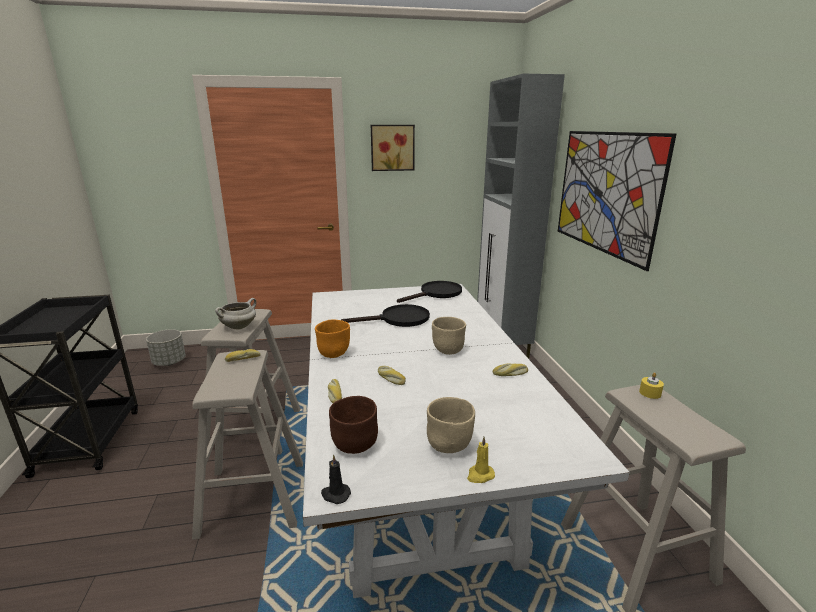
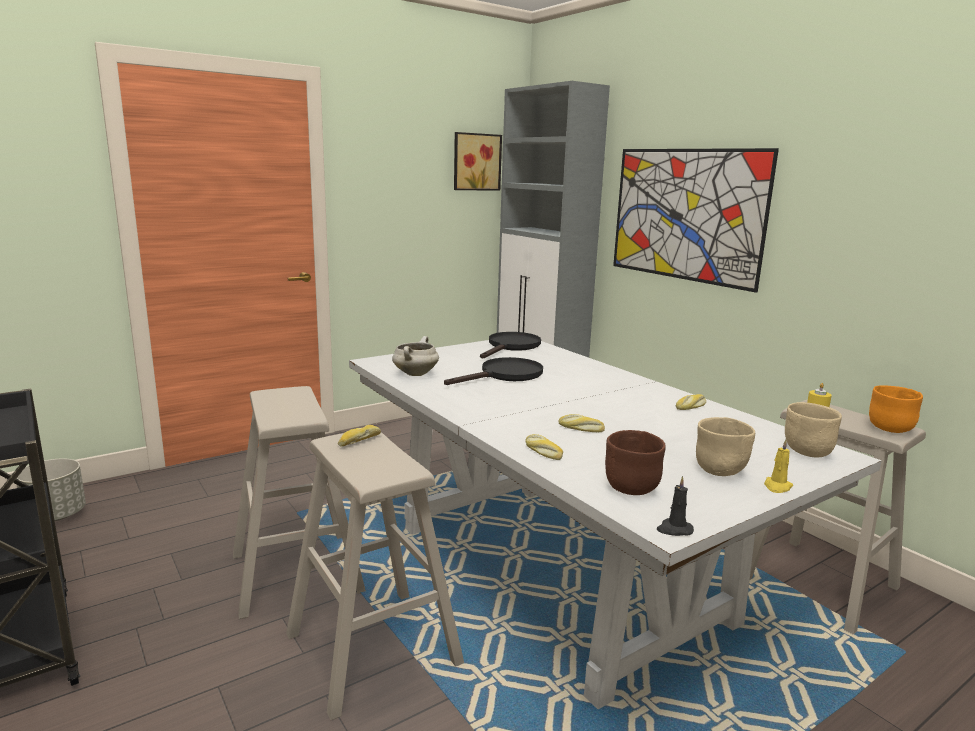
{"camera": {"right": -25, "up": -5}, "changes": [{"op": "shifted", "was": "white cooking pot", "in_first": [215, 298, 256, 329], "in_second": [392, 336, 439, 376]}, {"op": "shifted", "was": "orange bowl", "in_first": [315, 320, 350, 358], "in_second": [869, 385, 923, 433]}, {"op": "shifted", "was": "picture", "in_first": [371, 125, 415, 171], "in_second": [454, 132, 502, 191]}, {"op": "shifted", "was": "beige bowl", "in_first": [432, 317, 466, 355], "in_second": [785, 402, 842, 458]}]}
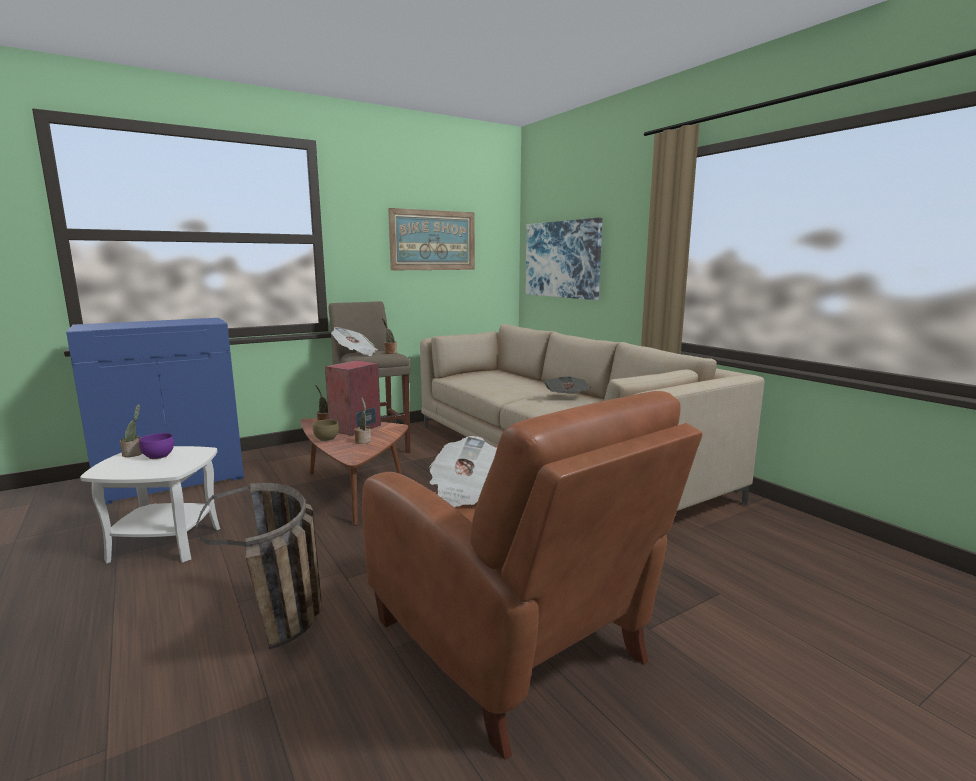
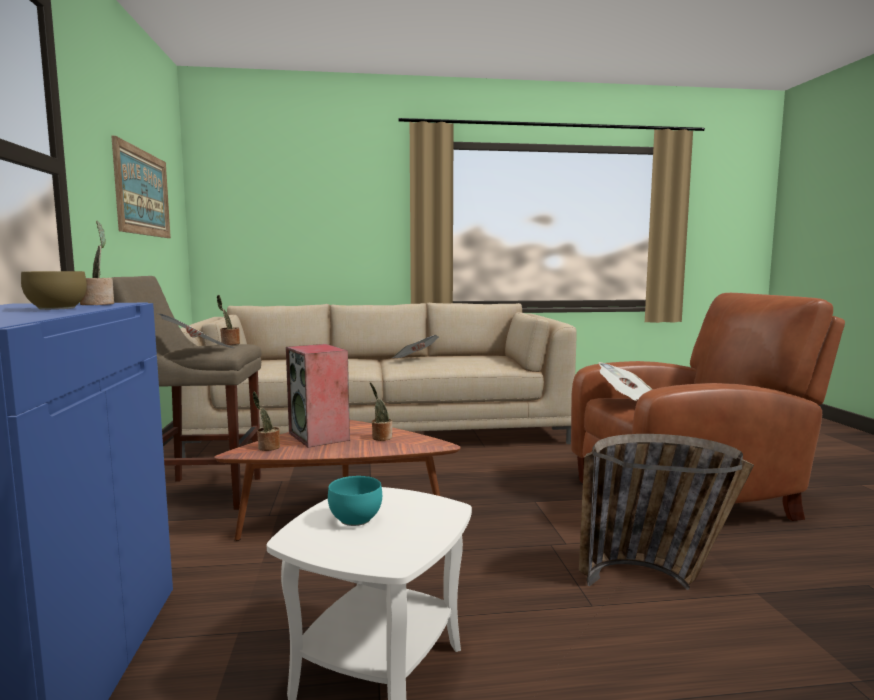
{"camera": {"right": -65, "up": -5}, "changes": [{"op": "shifted", "was": "potted plant", "in_first": [120, 404, 143, 457], "in_second": [80, 221, 114, 305]}, {"op": "repainted", "was": "purple bowl", "now": "turquoise bowl", "in_first": [139, 433, 174, 459], "in_second": [328, 476, 382, 526]}, {"op": "shifted", "was": "brown bowl", "in_first": [313, 419, 339, 441], "in_second": [21, 271, 87, 310]}, {"op": "gone", "was": "picture", "in_first": [526, 218, 602, 300]}]}
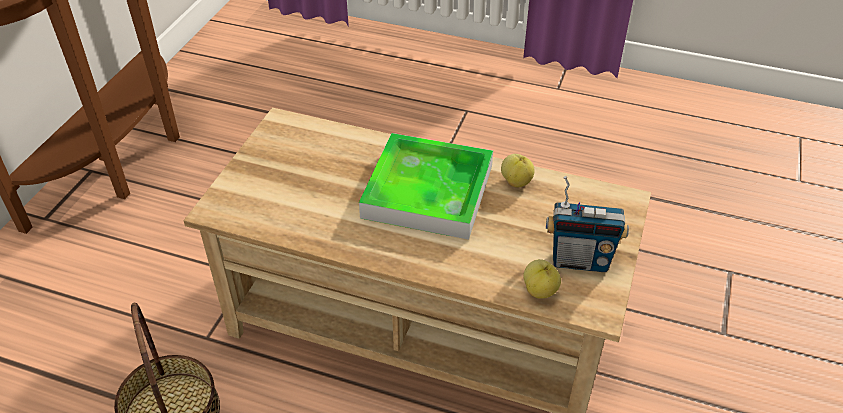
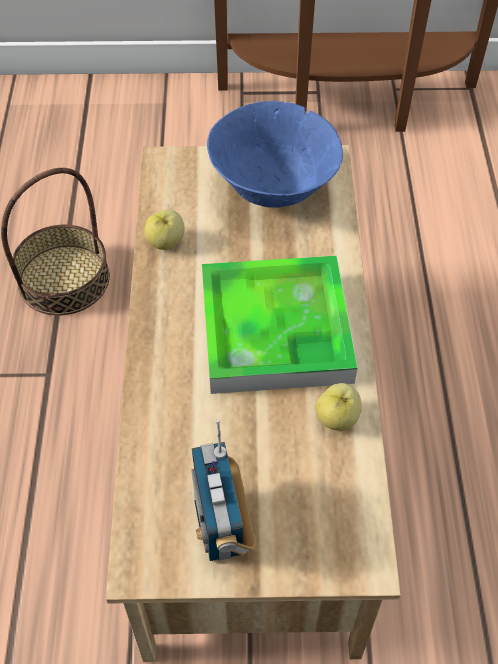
{"camera": {"right": 70, "up": 10}, "changes": [{"op": "shifted", "was": "apple", "in_first": [523, 259, 561, 299], "in_second": [145, 210, 185, 250]}, {"op": "new", "now": "blue bowl", "in_second": [207, 101, 343, 208]}]}
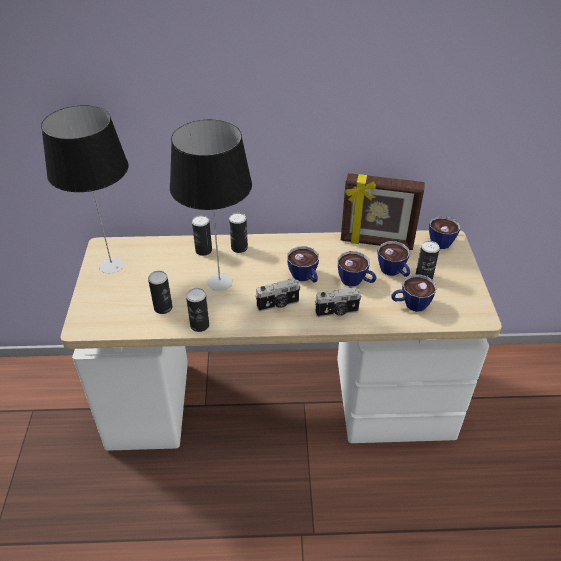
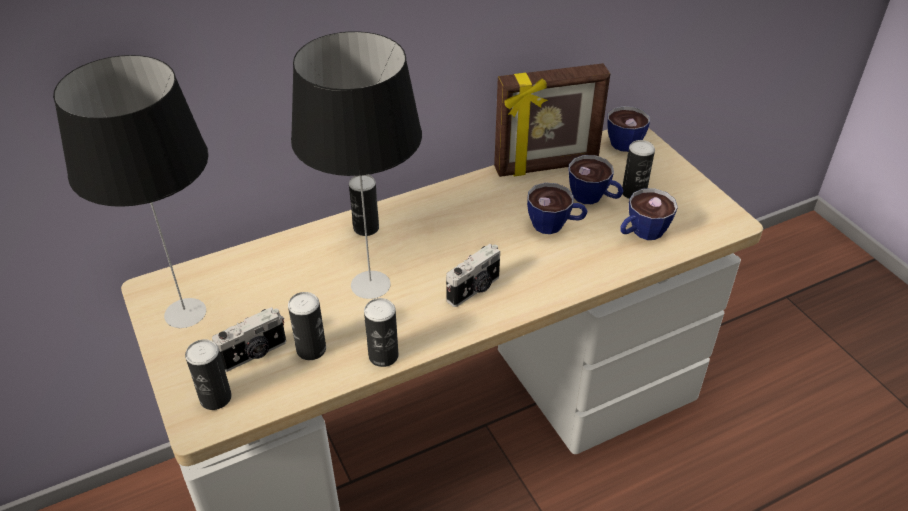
{"camera": {"right": -25, "up": 0}, "changes": [{"op": "shifted", "was": "can", "in_first": [192, 215, 212, 256], "in_second": [185, 339, 232, 410]}, {"op": "gone", "was": "cup", "in_first": [287, 246, 319, 283]}, {"op": "shifted", "was": "photo camera", "in_first": [315, 287, 362, 317], "in_second": [212, 307, 286, 372]}]}
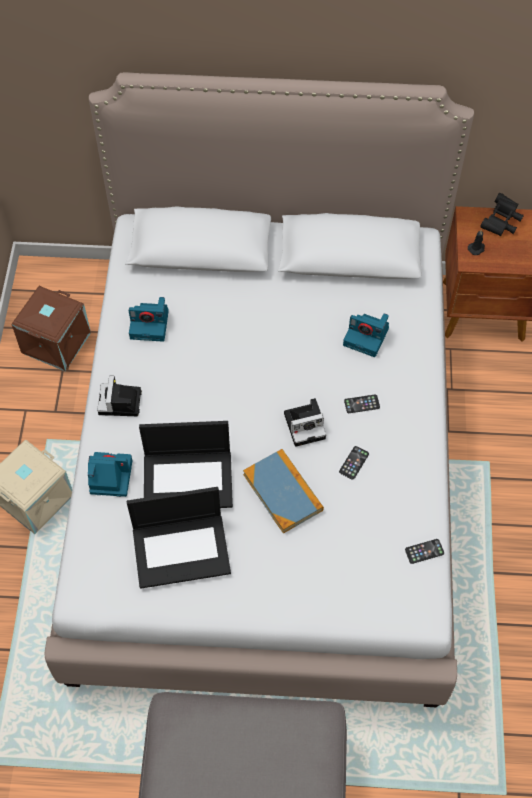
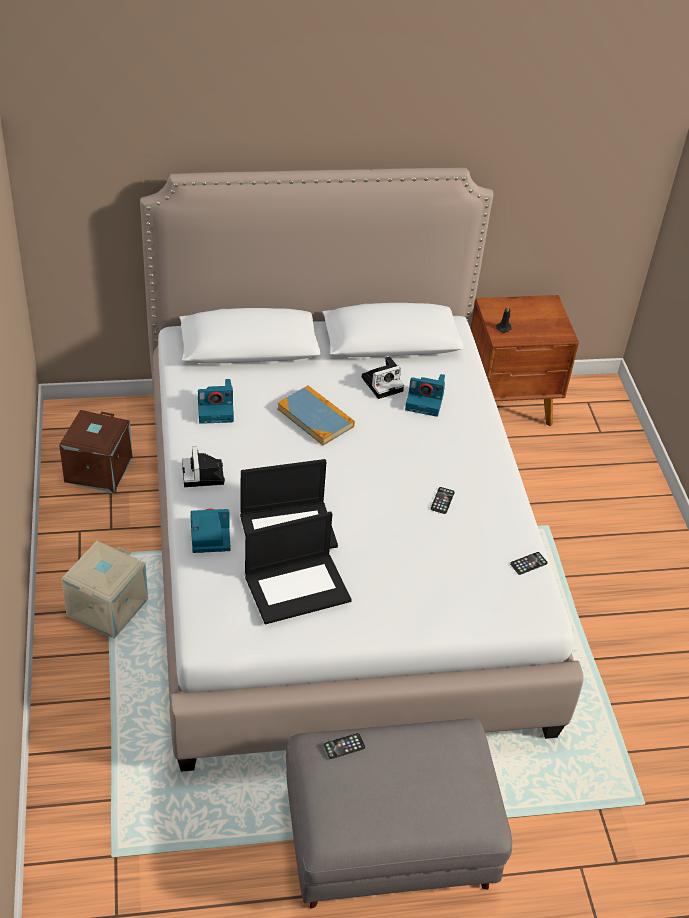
{"camera": {"right": -15, "up": -15}, "changes": [{"op": "shifted", "was": "book", "in_first": [243, 449, 324, 534], "in_second": [277, 385, 355, 445]}, {"op": "shifted", "was": "photo camera", "in_first": [284, 398, 326, 447], "in_second": [362, 356, 404, 399]}, {"op": "shifted", "was": "phone", "in_first": [344, 395, 380, 413], "in_second": [324, 733, 365, 759]}, {"op": "gone", "was": "black binoculars", "in_first": [480, 193, 524, 236]}]}
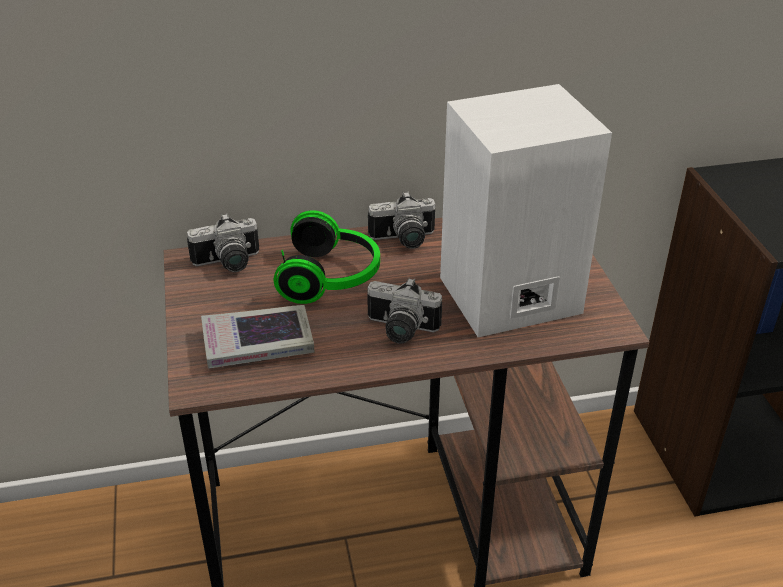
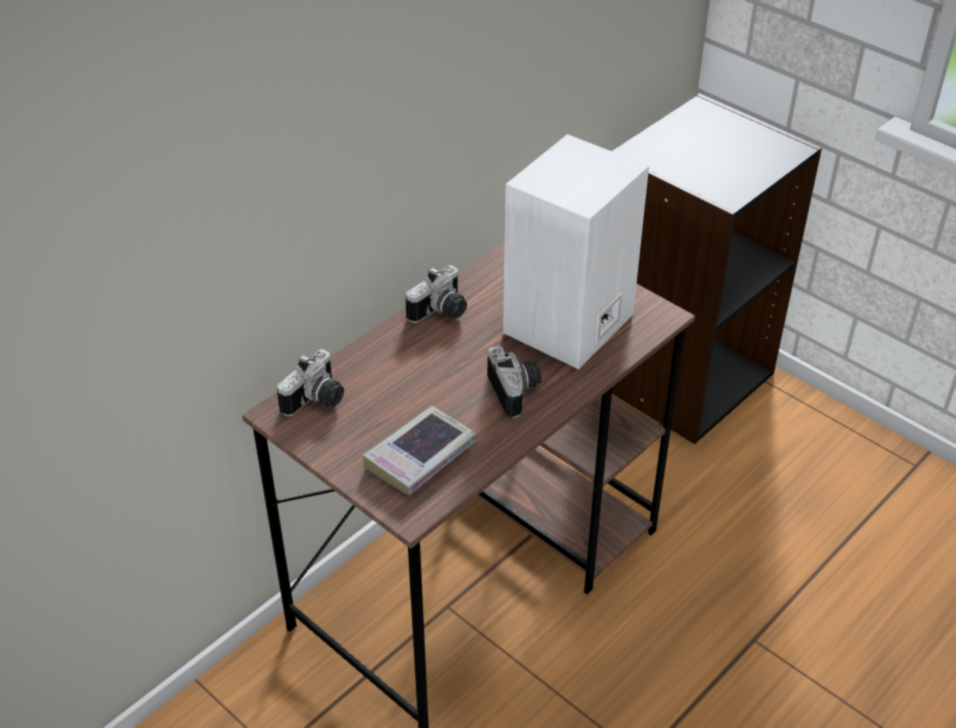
{"camera": {"right": -35, "up": 5}, "changes": [{"op": "gone", "was": "headphones", "in_first": [274, 210, 380, 304]}, {"op": "rotated", "was": "photo camera", "in_first": [367, 278, 442, 344], "in_second": [487, 346, 542, 418], "clockwise": -90}]}
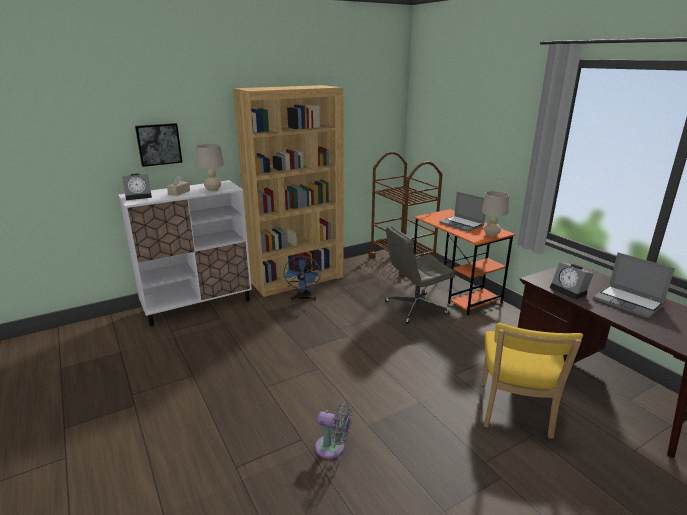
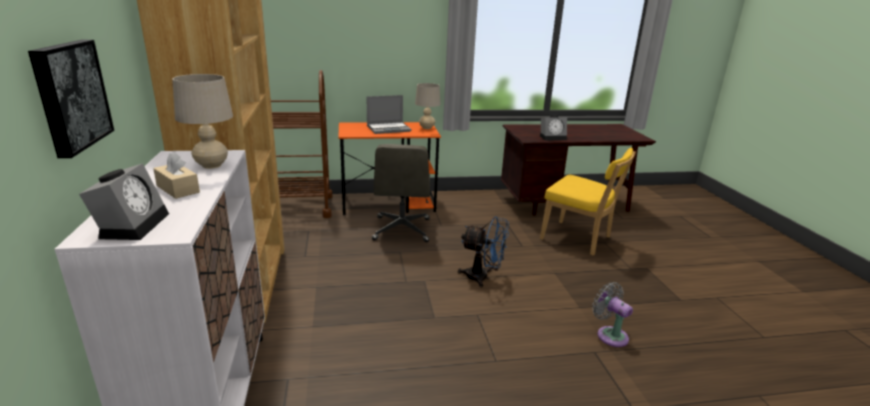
{"camera": {"right": -70, "up": 0}, "changes": [{"op": "shifted", "was": "blue fan", "in_first": [283, 255, 321, 301], "in_second": [458, 216, 509, 287]}, {"op": "rotated", "was": "grey fan", "in_first": [315, 402, 352, 459], "in_second": [592, 282, 633, 347], "clockwise": -75}, {"op": "gone", "was": "laptop", "in_first": [593, 252, 675, 318]}]}
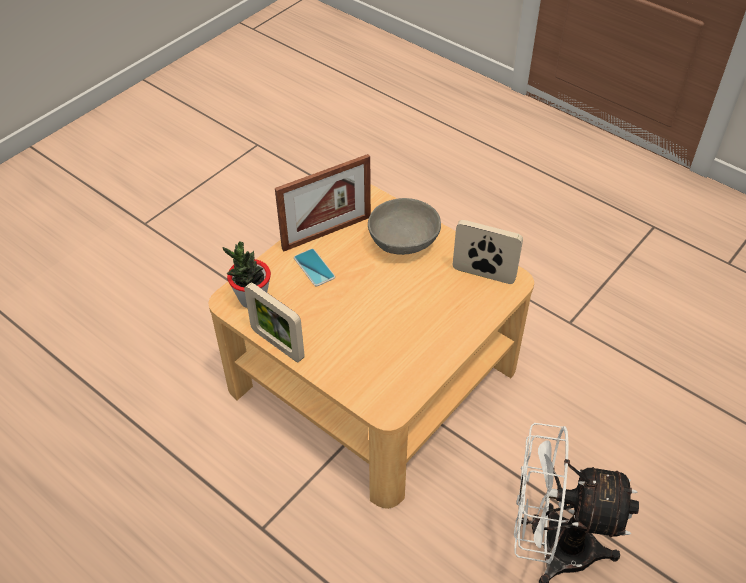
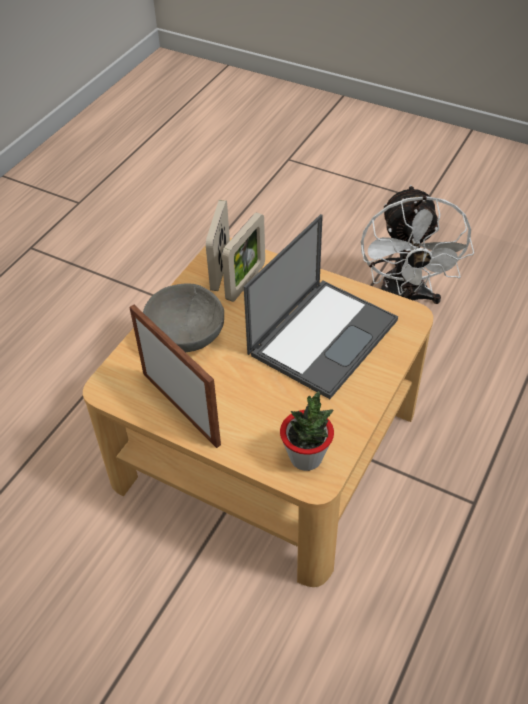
{"camera": {"right": -100, "up": 0}, "changes": [{"op": "shifted", "was": "picture frame", "in_first": [244, 283, 305, 362], "in_second": [222, 212, 265, 302]}, {"op": "gone", "was": "phone", "in_first": [294, 249, 335, 286]}, {"op": "new", "now": "laptop", "in_second": [244, 214, 398, 399]}]}
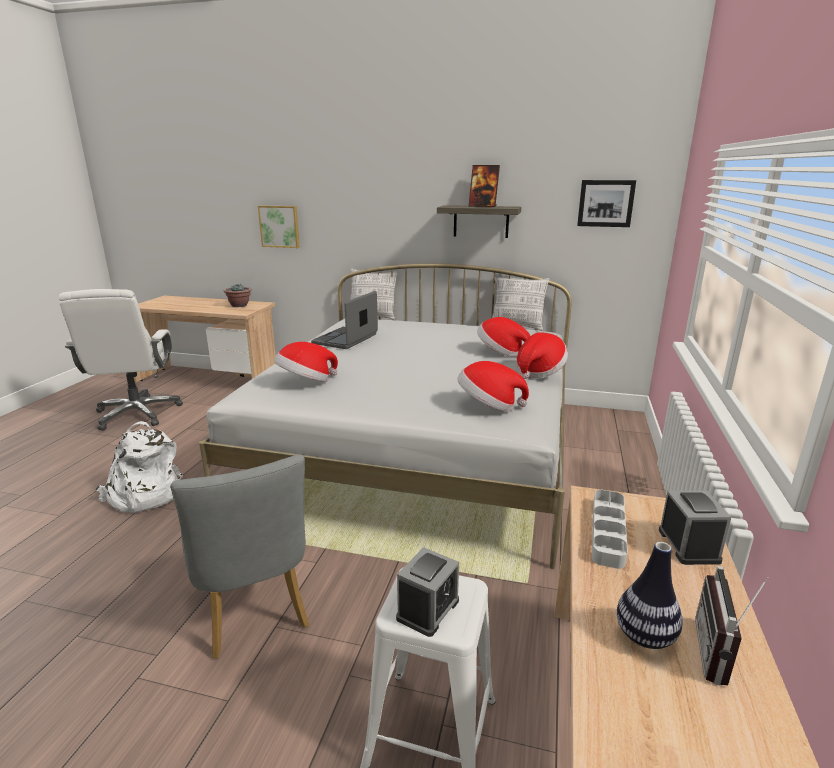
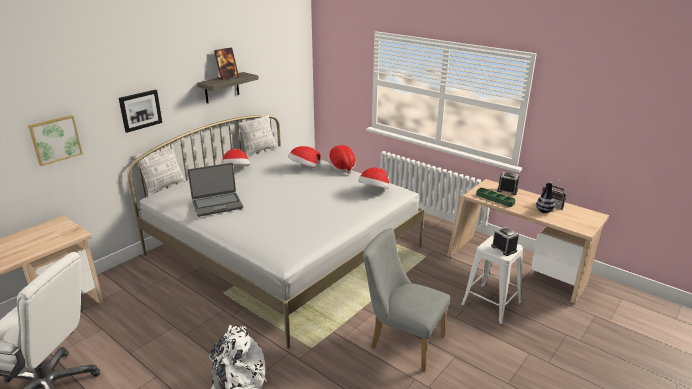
{"camera": {"right": -65, "up": 5}, "changes": [{"op": "rotated", "was": "grey chair", "in_first": [170, 454, 309, 658], "in_second": [363, 228, 450, 371], "clockwise": -150}, {"op": "gone", "was": "potted plant", "in_first": [224, 283, 252, 307]}, {"op": "shifted", "was": "hat", "in_first": [274, 342, 338, 382], "in_second": [221, 149, 250, 166]}, {"op": "rotated", "was": "laptop", "in_first": [311, 291, 378, 349], "in_second": [188, 163, 243, 217], "clockwise": -75}, {"op": "shifted", "was": "picture", "in_first": [577, 180, 636, 227], "in_second": [119, 90, 162, 133]}, {"op": "repainted", "was": "grey tray", "now": "green tray", "in_first": [592, 490, 628, 569], "in_second": [476, 188, 515, 207]}]}
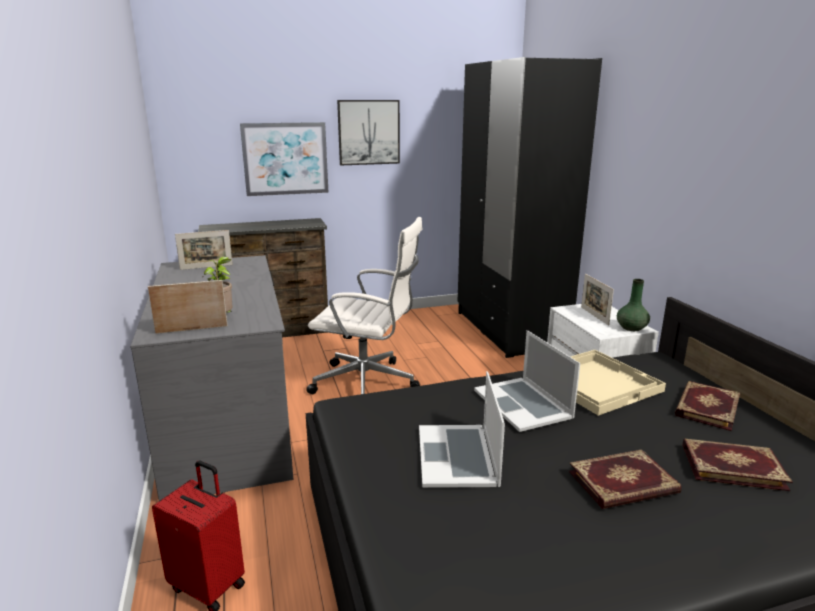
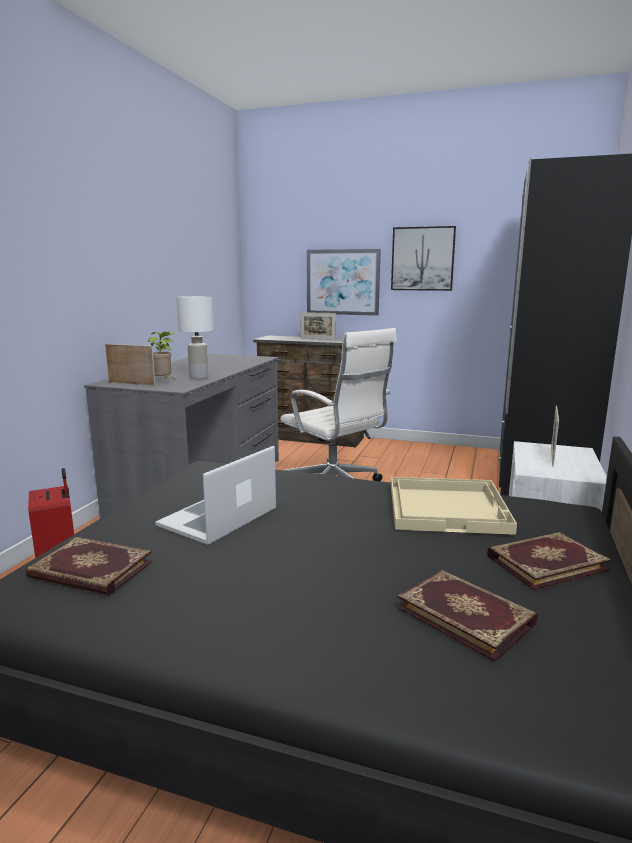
{"camera": {"right": 35, "up": -5}, "changes": [{"op": "shifted", "was": "picture frame", "in_first": [175, 230, 233, 270], "in_second": [300, 312, 336, 340]}, {"op": "gone", "was": "laptop", "in_first": [474, 330, 580, 432]}, {"op": "shifted", "was": "book", "in_first": [569, 450, 682, 509], "in_second": [26, 537, 152, 596]}, {"op": "gone", "was": "green vase", "in_first": [617, 279, 650, 331]}, {"op": "new", "now": "white table lamp", "in_second": [177, 296, 214, 379]}]}
